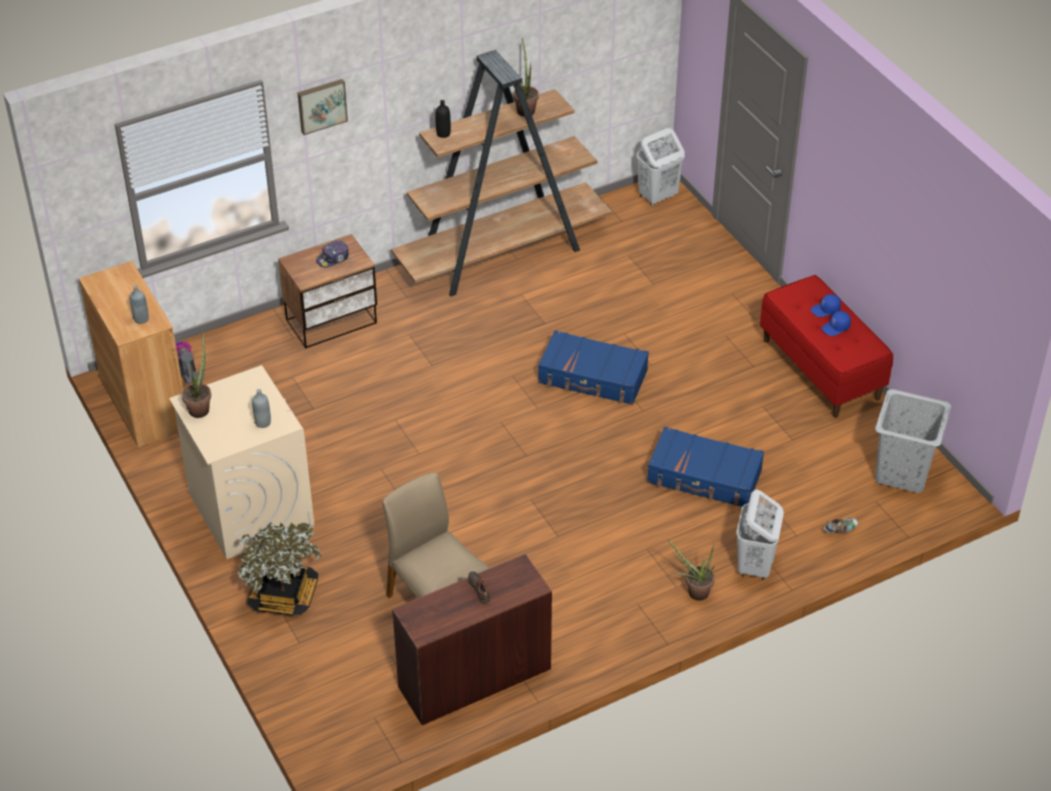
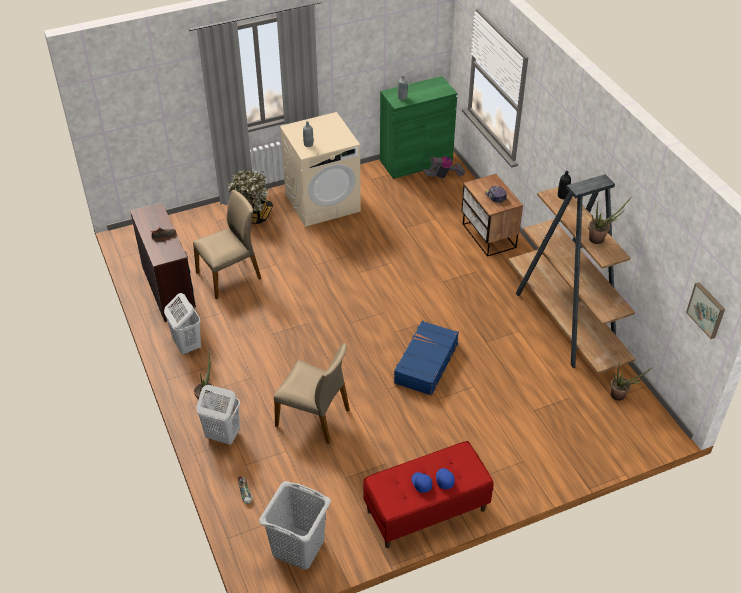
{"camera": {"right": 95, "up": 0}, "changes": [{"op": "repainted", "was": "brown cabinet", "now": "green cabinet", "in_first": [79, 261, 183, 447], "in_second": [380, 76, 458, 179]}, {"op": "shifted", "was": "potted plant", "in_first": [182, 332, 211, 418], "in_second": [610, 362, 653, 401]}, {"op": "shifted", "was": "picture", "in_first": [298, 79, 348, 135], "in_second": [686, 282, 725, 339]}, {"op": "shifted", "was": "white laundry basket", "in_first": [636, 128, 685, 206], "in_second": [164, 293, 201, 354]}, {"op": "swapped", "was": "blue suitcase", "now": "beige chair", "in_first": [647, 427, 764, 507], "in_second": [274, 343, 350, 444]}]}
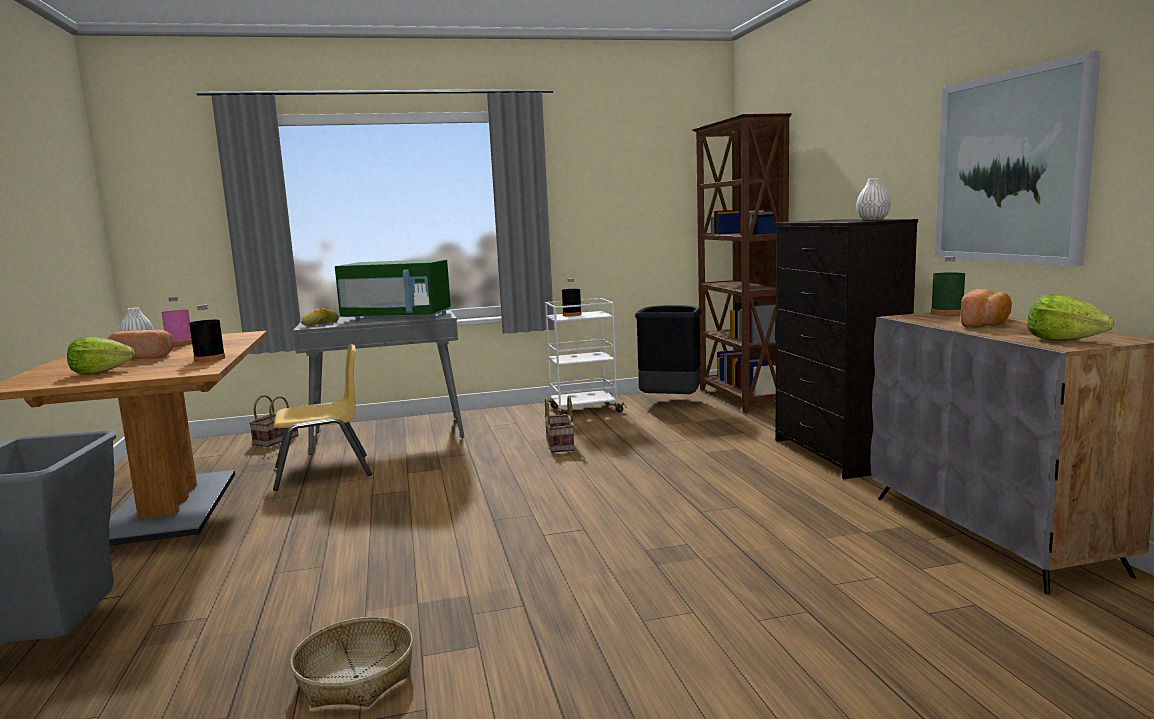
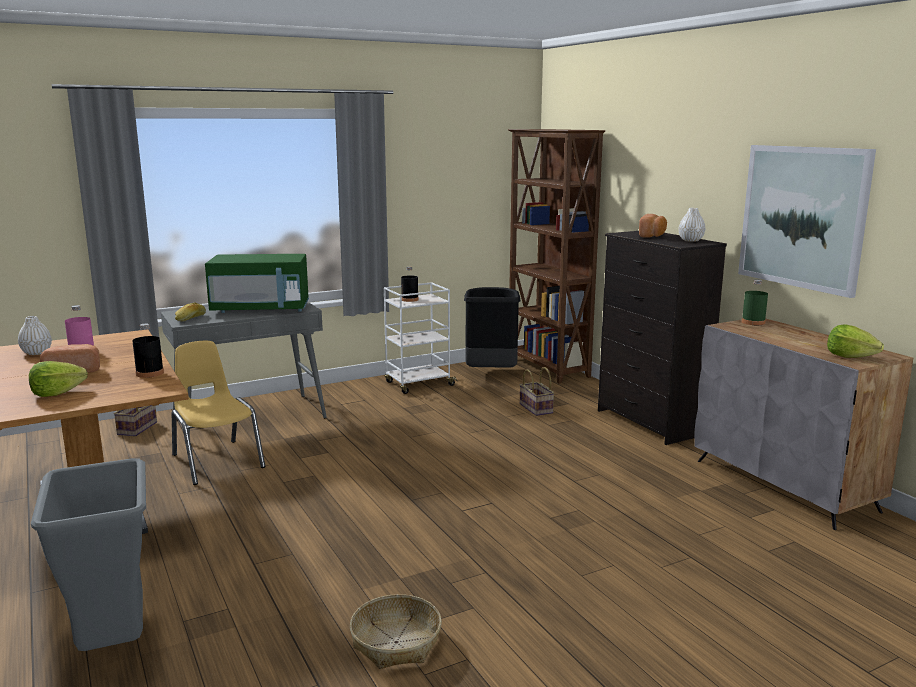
{"camera": {"right": -15, "up": 5}, "changes": [{"op": "rotated", "was": "yellow chair", "in_first": [273, 344, 372, 491], "in_second": [172, 341, 265, 485], "clockwise": -90}, {"op": "shifted", "was": "basket", "in_first": [545, 395, 574, 453], "in_second": [519, 367, 554, 416]}, {"op": "shifted", "was": "bread", "in_first": [961, 289, 1012, 328], "in_second": [639, 214, 667, 238]}]}
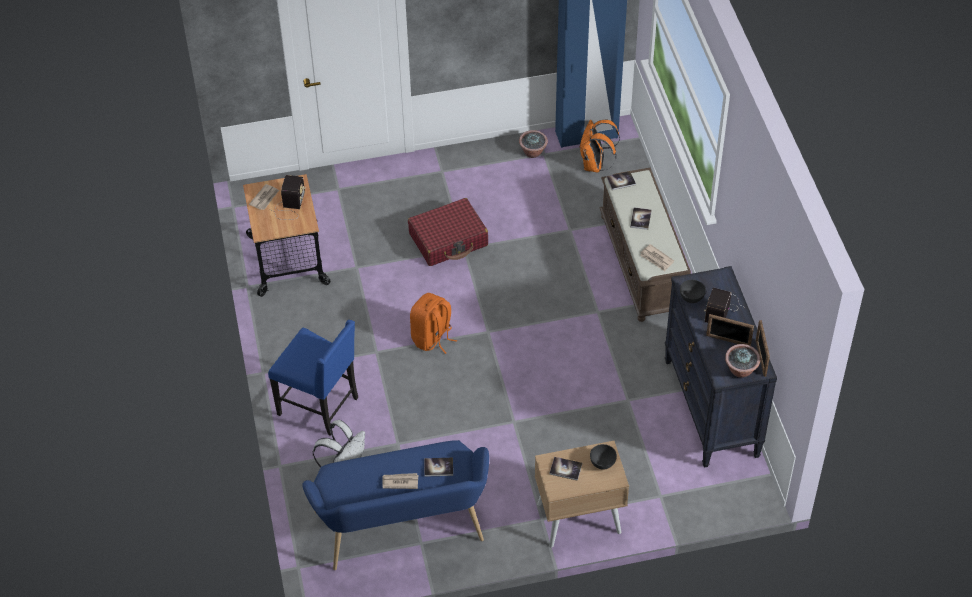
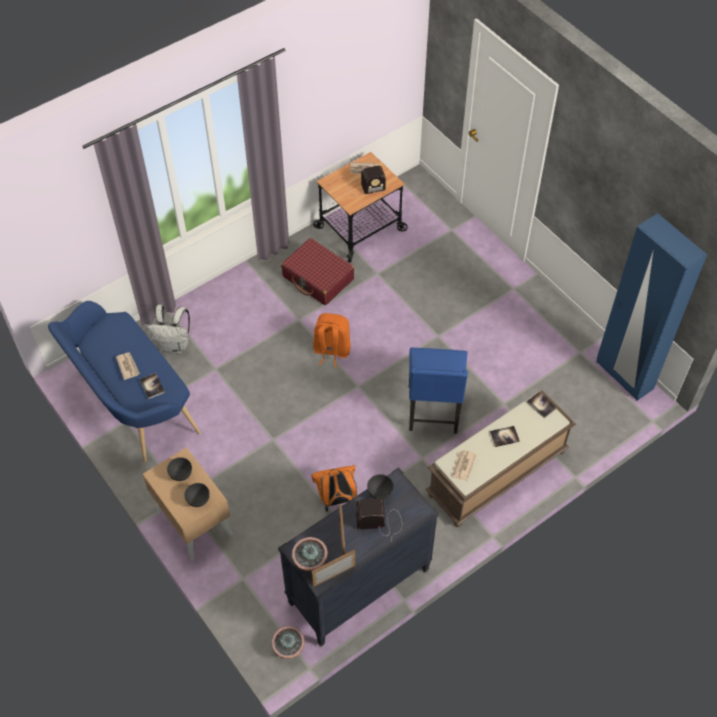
{"camera": {"right": 65, "up": 5}, "changes": [{"op": "shifted", "was": "blue chair", "in_first": [268, 320, 358, 436], "in_second": [409, 348, 468, 434]}, {"op": "shifted", "was": "red suitcase", "in_first": [408, 198, 488, 266], "in_second": [281, 238, 354, 305]}, {"op": "shifted", "was": "potted plant", "in_first": [519, 130, 548, 158], "in_second": [272, 626, 305, 659]}, {"op": "swapped", "was": "book", "now": "grey bowl", "in_first": [549, 457, 582, 481], "in_second": [167, 457, 192, 481]}, {"op": "shifted", "was": "orange backpack", "in_first": [579, 120, 620, 172], "in_second": [311, 465, 357, 512]}]}
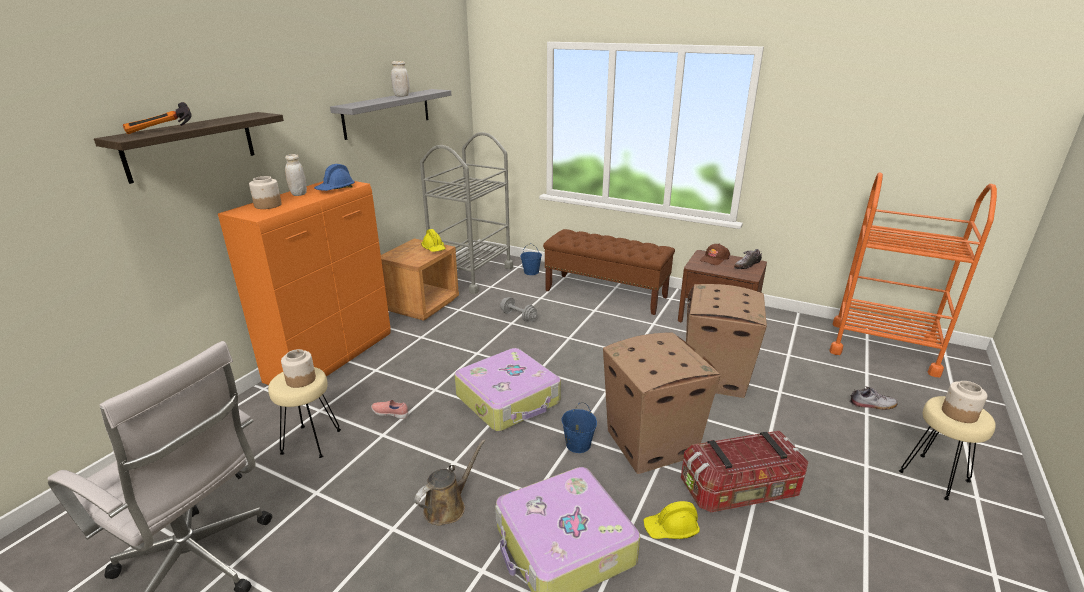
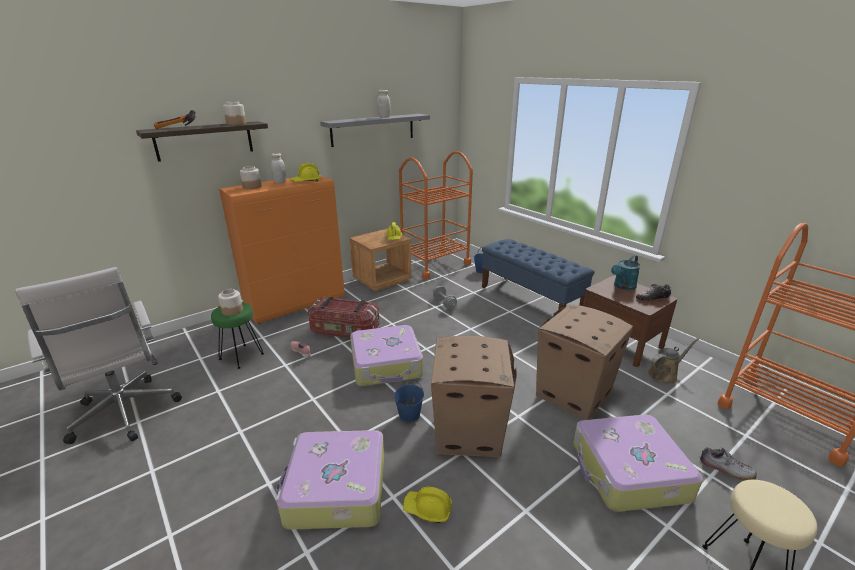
{"camera": {"right": 25, "up": 0}, "changes": [{"op": "repainted", "was": "beige stool", "now": "green stool", "in_first": [268, 367, 341, 458], "in_second": [211, 302, 264, 369]}, {"op": "repainted", "was": "blue hard hat", "now": "yellow hard hat", "in_first": [314, 164, 355, 191], "in_second": [290, 163, 321, 182]}, {"op": "shifted", "was": "brown watering can", "in_first": [414, 439, 485, 526], "in_second": [648, 338, 699, 384]}, {"op": "repainted", "was": "grey cart", "now": "orange cart", "in_first": [420, 132, 513, 294], "in_second": [399, 151, 473, 279]}, {"op": "repainted", "was": "brown bench", "now": "blue bench", "in_first": [543, 229, 675, 315], "in_second": [482, 239, 595, 310]}, {"op": "shifted", "was": "storage box", "in_first": [681, 431, 809, 512], "in_second": [308, 297, 380, 338]}, {"op": "swapped", "was": "brown cap", "now": "turquoise watering can", "in_first": [700, 244, 730, 265], "in_second": [611, 255, 641, 290]}, {"op": "shifted", "was": "jar", "in_first": [942, 381, 987, 423], "in_second": [223, 101, 246, 125]}, {"op": "new", "now": "suitcase", "in_second": [573, 415, 703, 512]}]}
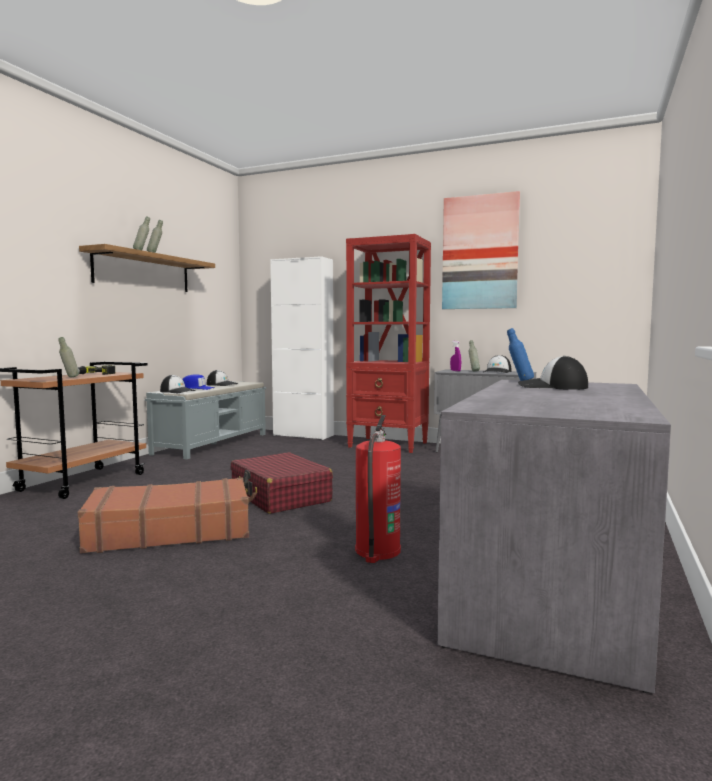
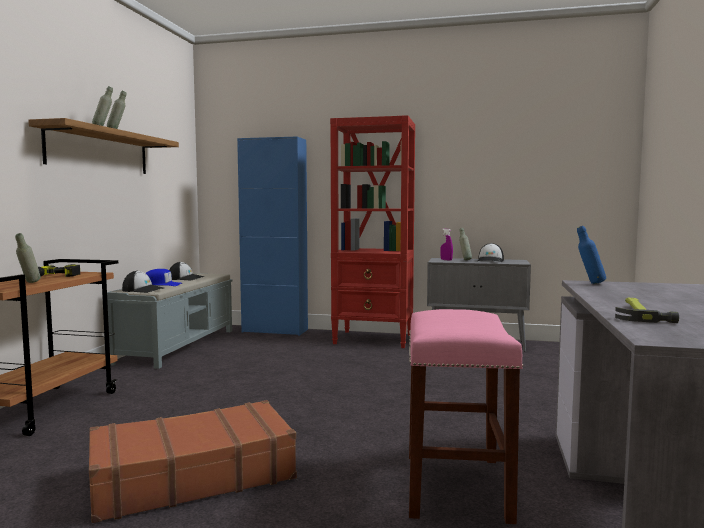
{"camera": {"right": -10, "up": 0}, "changes": [{"op": "gone", "was": "red suitcase", "in_first": [231, 452, 333, 514]}, {"op": "repainted", "was": "white cabinet", "now": "blue cabinet", "in_first": [270, 256, 334, 440], "in_second": [237, 136, 308, 336]}, {"op": "swapped", "was": "fire extinguisher", "now": "pink stool", "in_first": [355, 415, 401, 563], "in_second": [409, 309, 523, 524]}, {"op": "gone", "was": "picture", "in_first": [442, 191, 520, 309]}, {"op": "gone", "was": "cap", "in_first": [518, 356, 588, 390]}, {"op": "new", "now": "hammer", "in_second": [615, 298, 679, 323]}]}
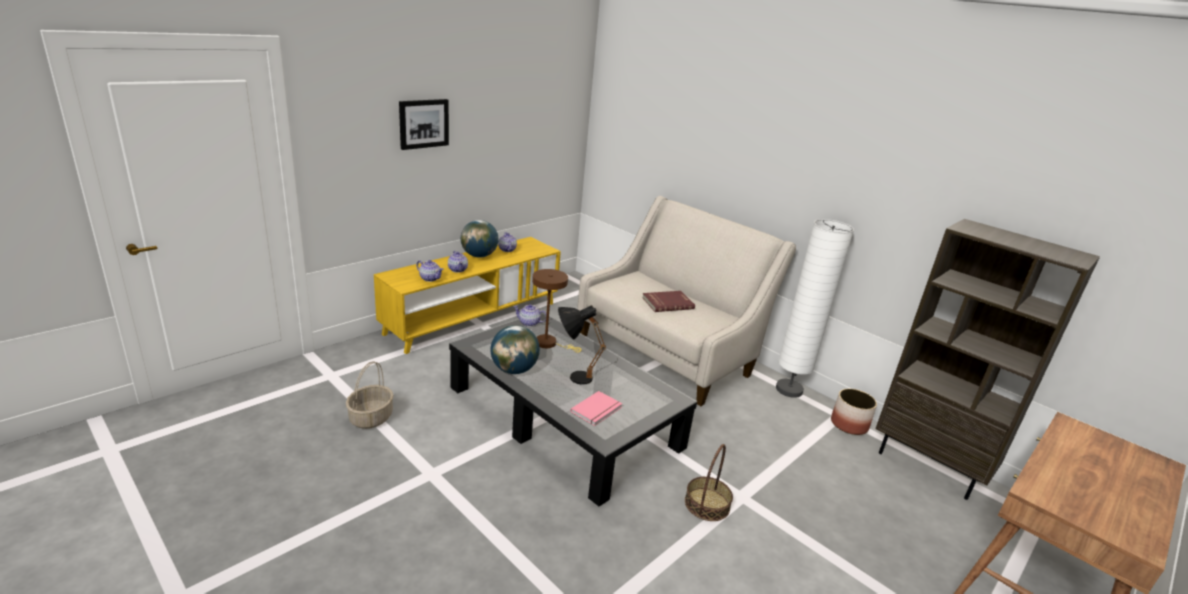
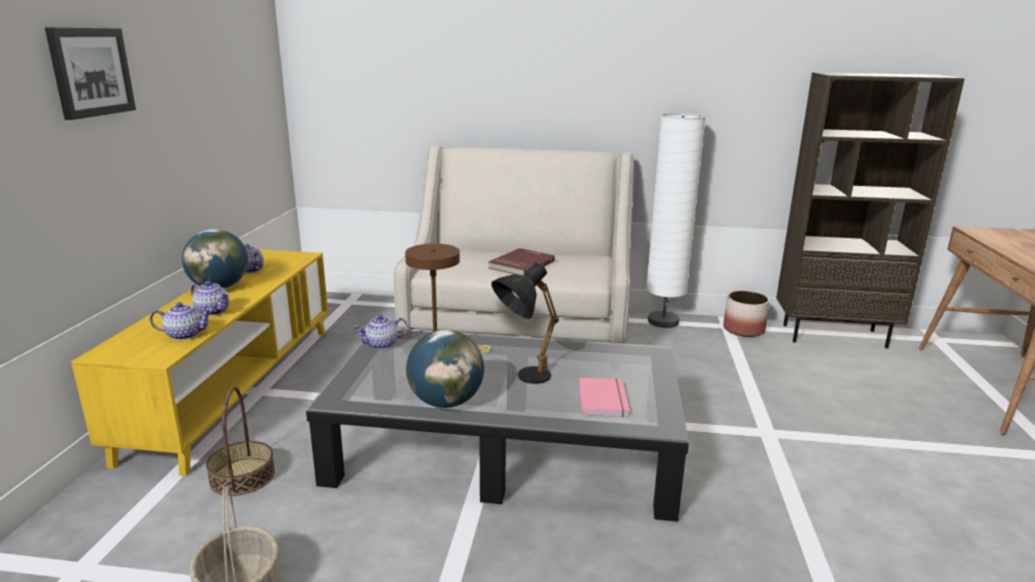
{"camera": {"right": -35, "up": -5}, "changes": [{"op": "shifted", "was": "basket", "in_first": [685, 444, 733, 521], "in_second": [206, 387, 275, 496]}]}
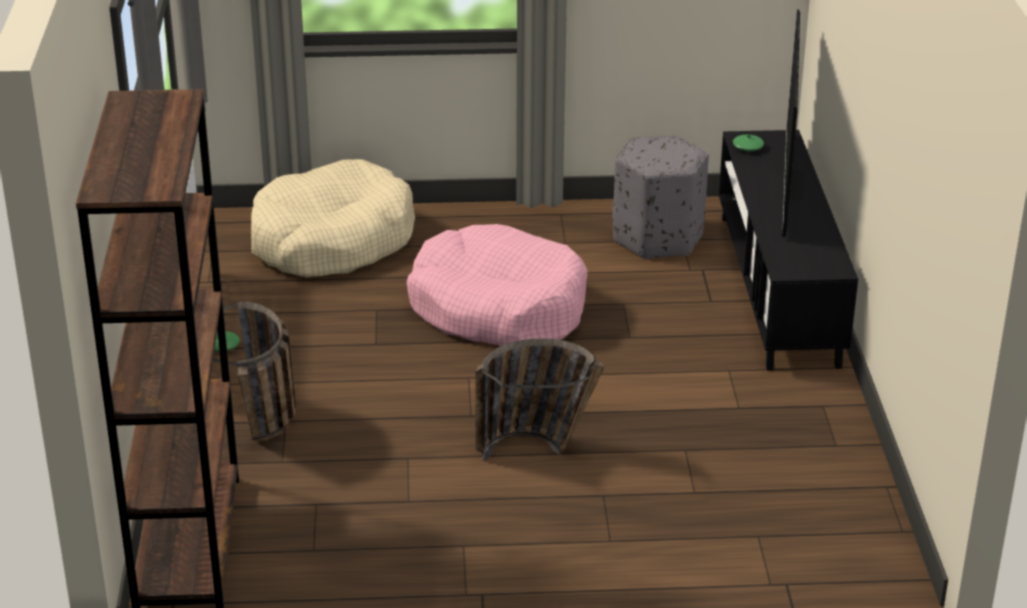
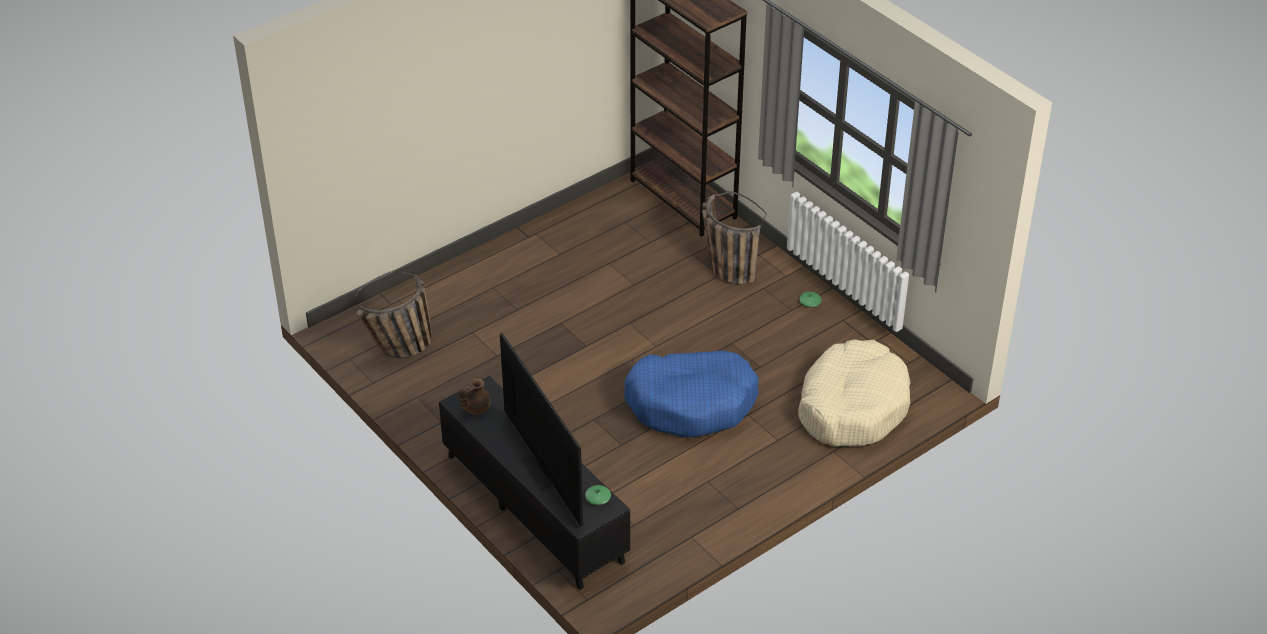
{"camera": {"right": 145, "up": 10}, "changes": [{"op": "repainted", "was": "pink dog bed", "now": "blue dog bed", "in_first": [407, 224, 588, 346], "in_second": [624, 351, 759, 437]}, {"op": "shifted", "was": "basket", "in_first": [476, 338, 604, 461], "in_second": [356, 270, 432, 358]}, {"op": "gone", "was": "grey ottoman", "in_first": [613, 135, 709, 259]}, {"op": "new", "now": "brown teapot", "in_second": [459, 379, 490, 414]}]}
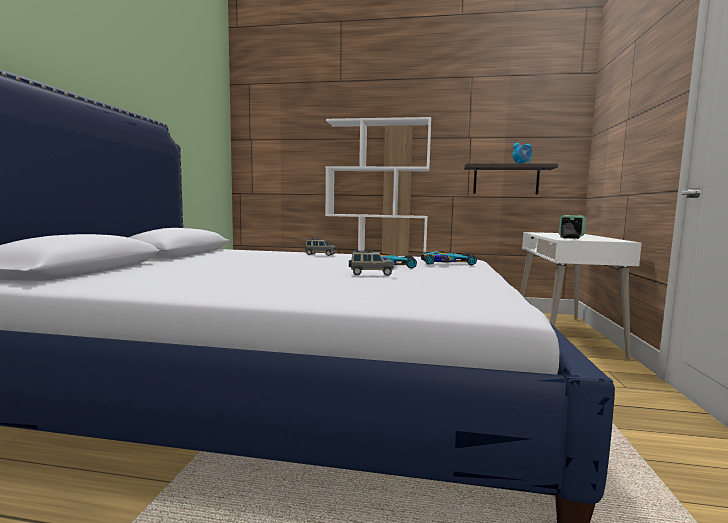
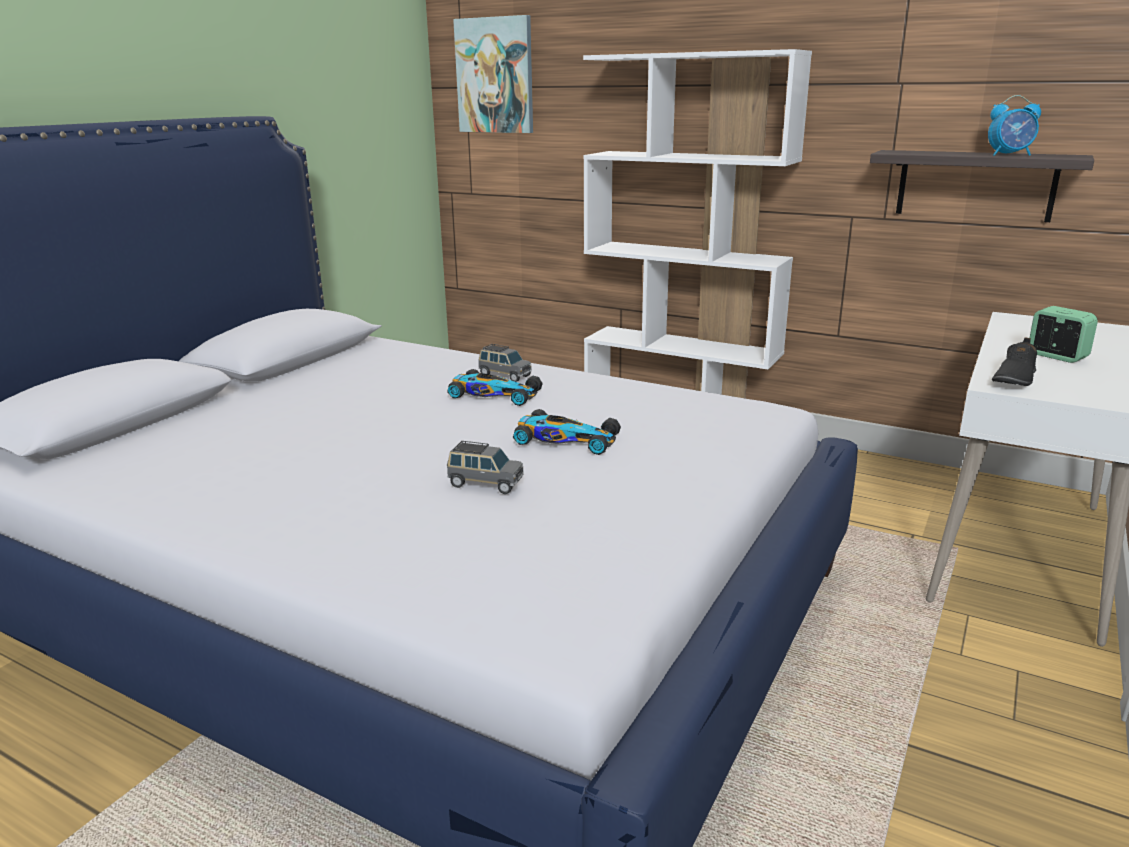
{"camera": {"right": 20, "up": 15}, "changes": [{"op": "shifted", "was": "toy car", "in_first": [421, 251, 477, 265], "in_second": [447, 369, 543, 406]}, {"op": "new", "now": "picture", "in_second": [453, 15, 533, 133]}]}
